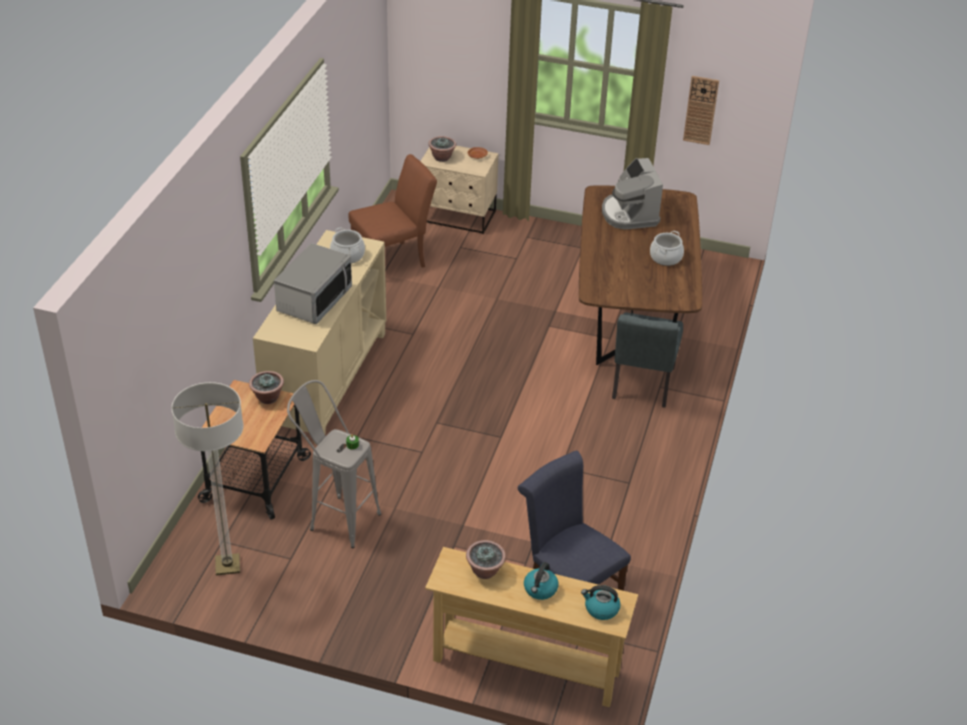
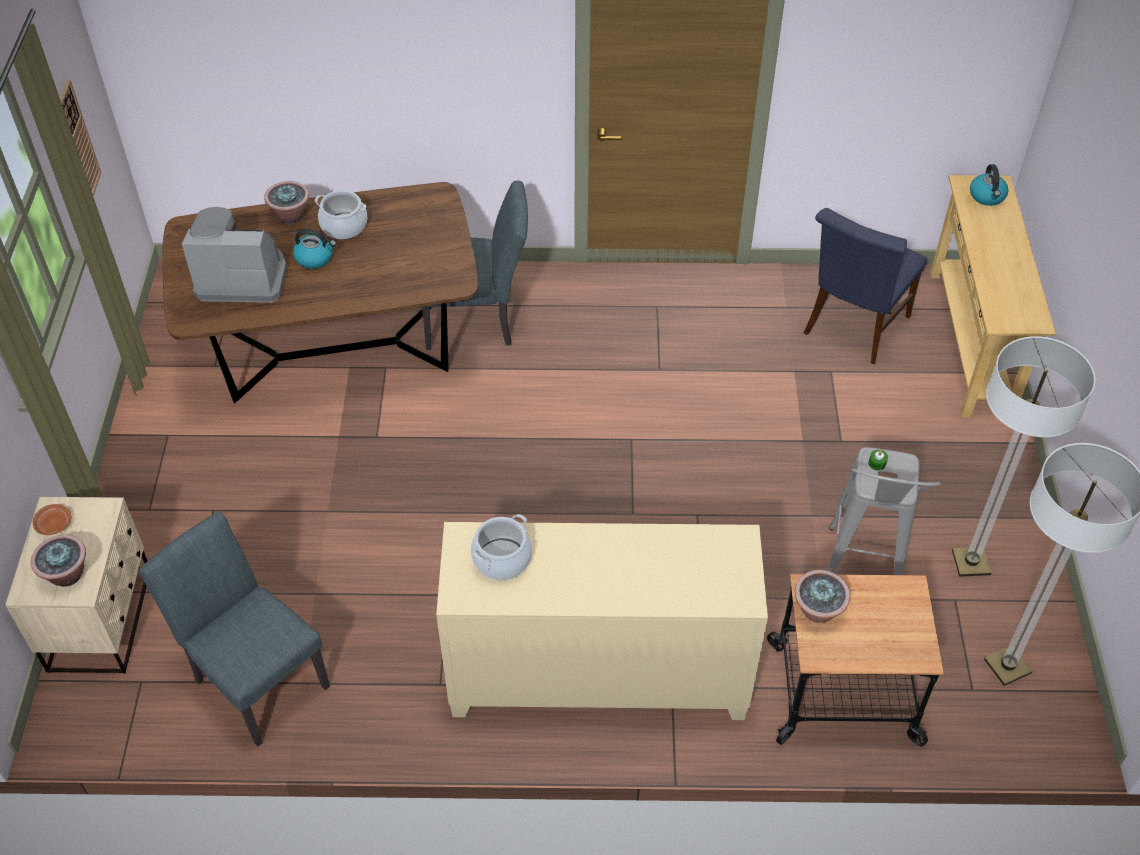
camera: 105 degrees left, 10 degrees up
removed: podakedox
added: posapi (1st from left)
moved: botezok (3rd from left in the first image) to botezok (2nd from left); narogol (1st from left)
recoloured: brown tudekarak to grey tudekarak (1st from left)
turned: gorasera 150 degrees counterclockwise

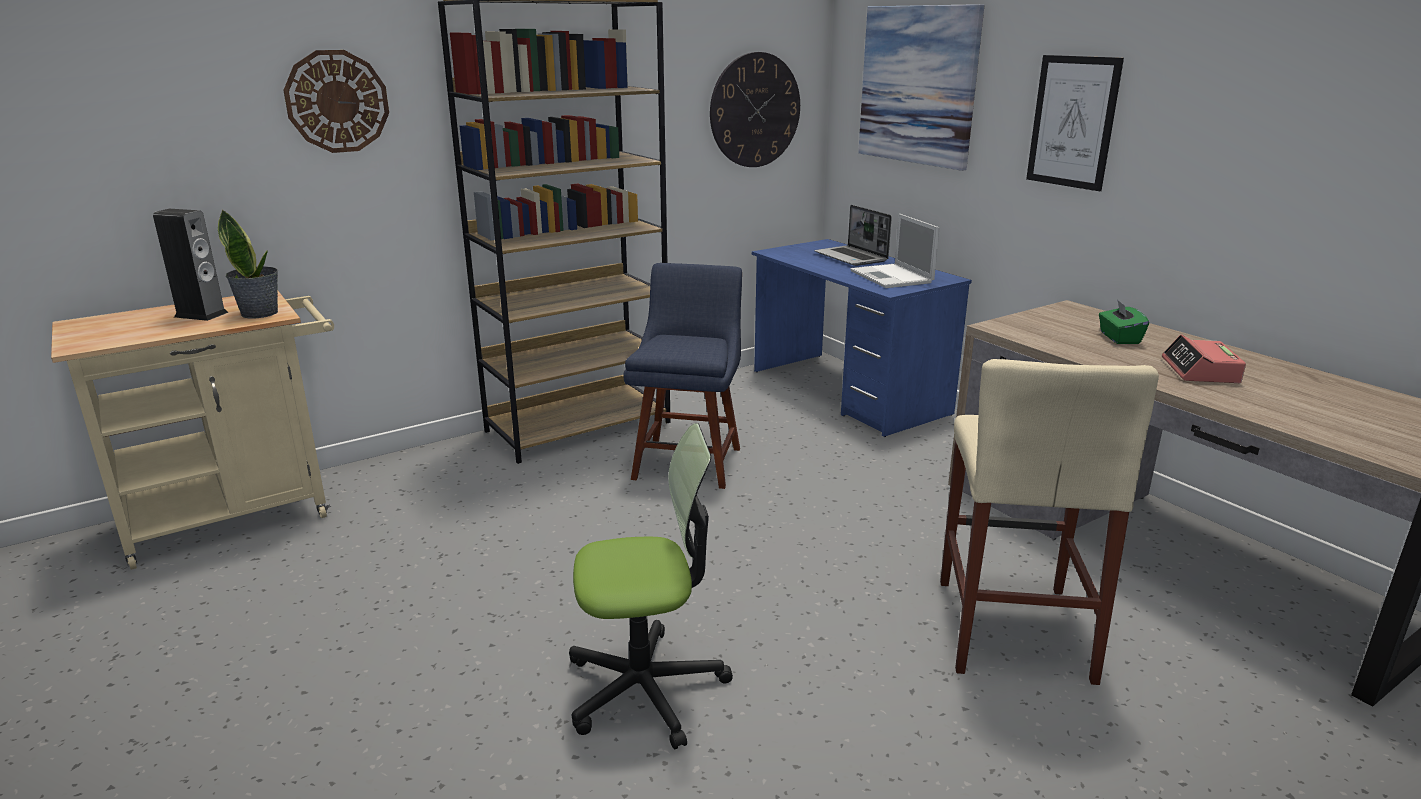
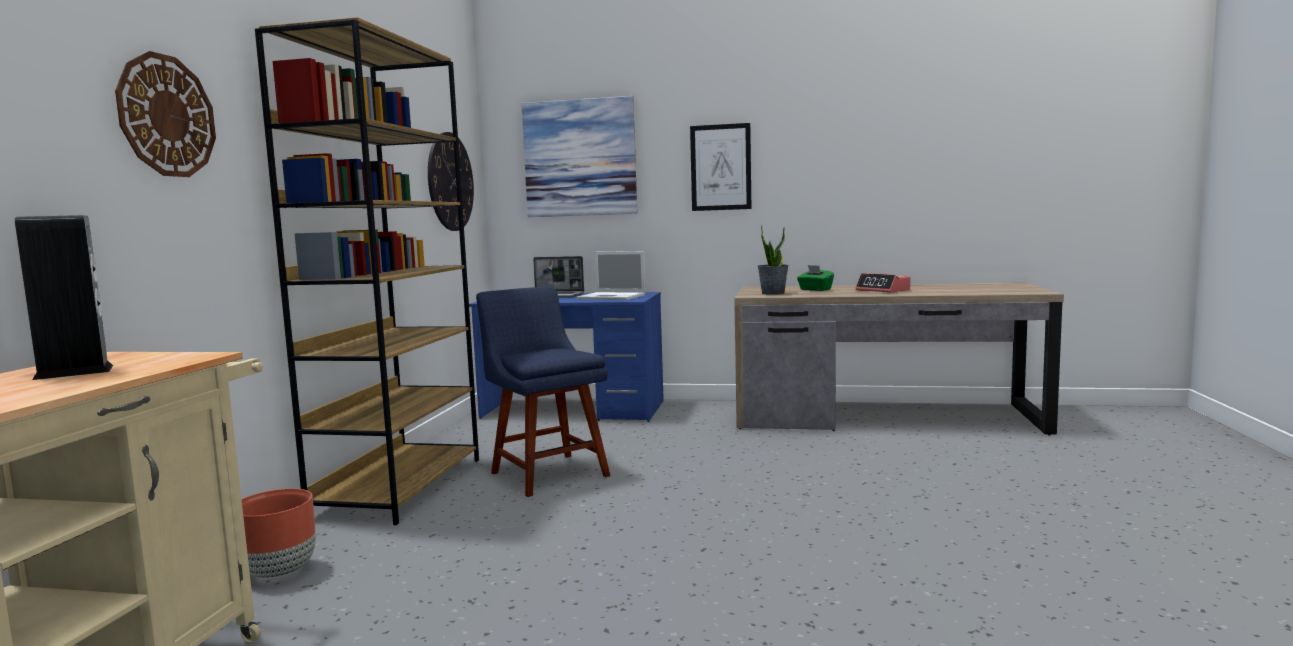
camera: 45 degrees left, 15 degrees down
removed: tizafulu; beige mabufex
added: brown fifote
moved: botezok

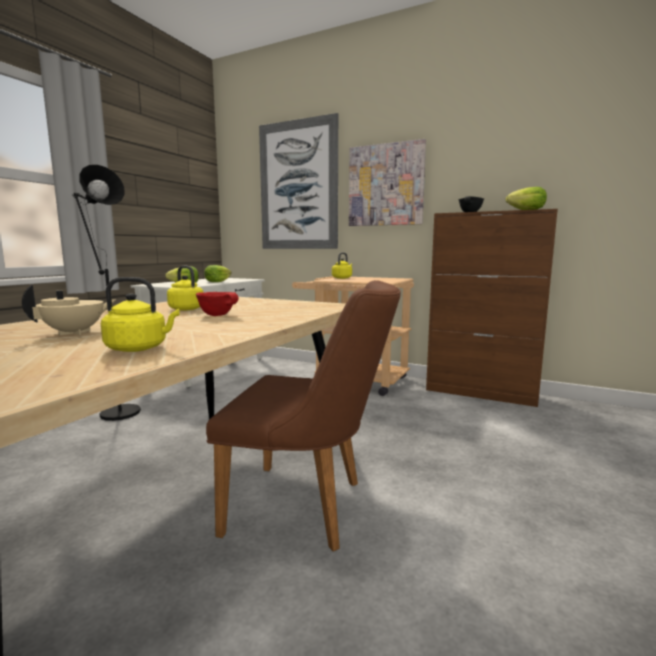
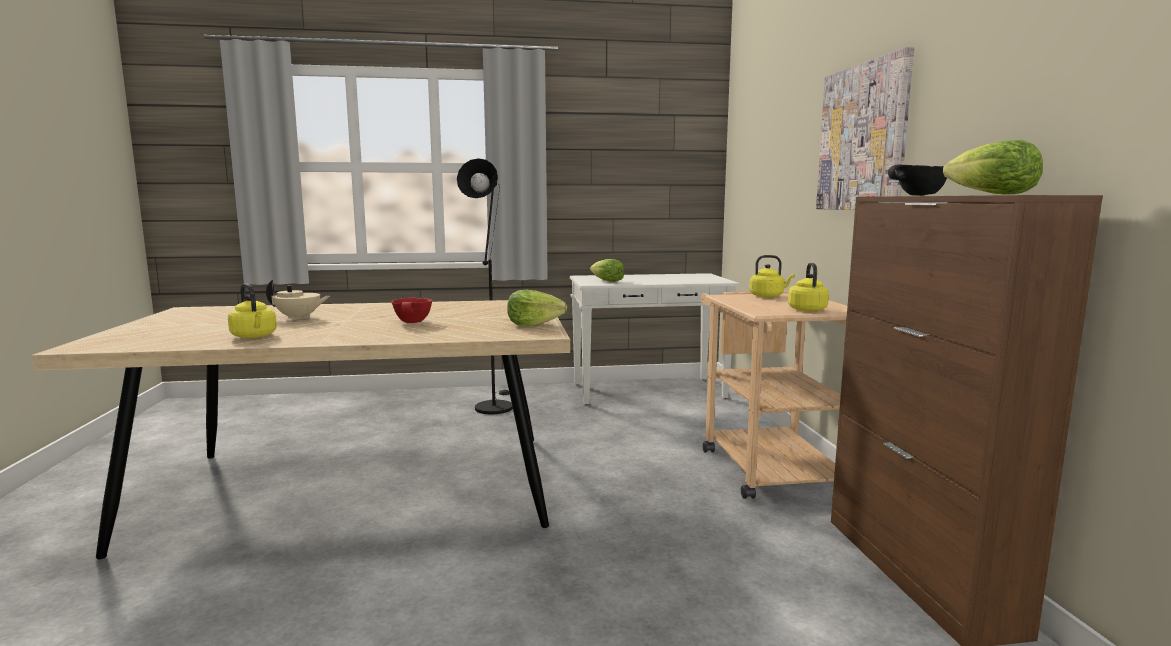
camera: 55 degrees right, 0 degrees up
removed: brown tudekarak; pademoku (1st from left)
moved: yellow narogol (2nd from left in the first image) to yellow narogol (3rd from left); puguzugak (2nd from left in the first image) to puguzugak (1st from left)

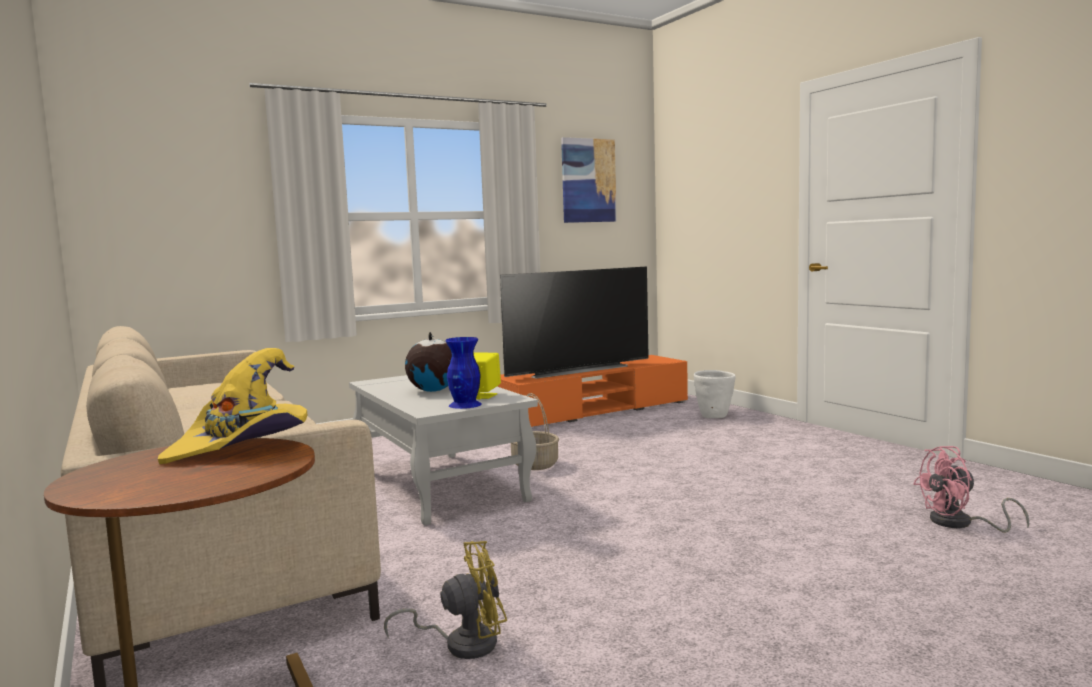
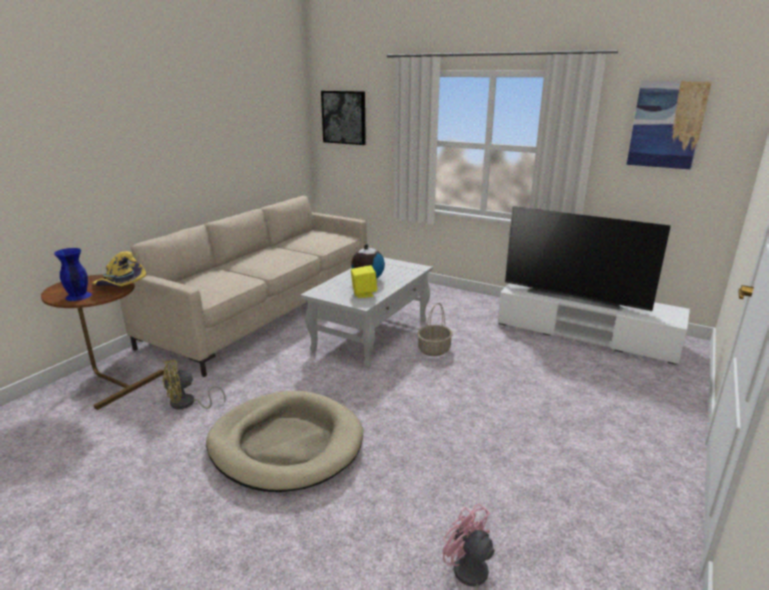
camera: 60 degrees right, 15 degrees up
removed: white fifote
added: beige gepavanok; pademoku (1st from left)
moved: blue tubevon
recoloured: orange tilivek to white tilivek
turned: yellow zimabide 105 degrees clockwise

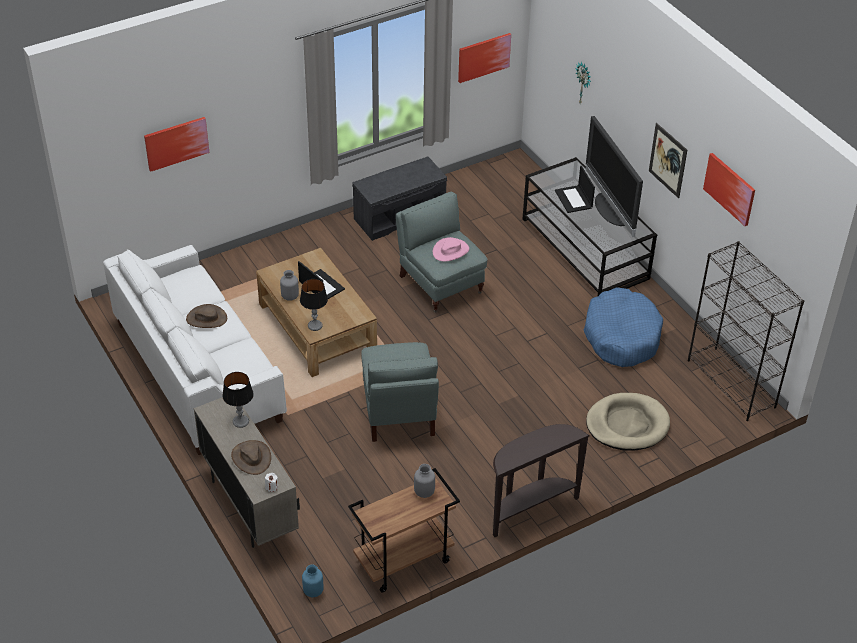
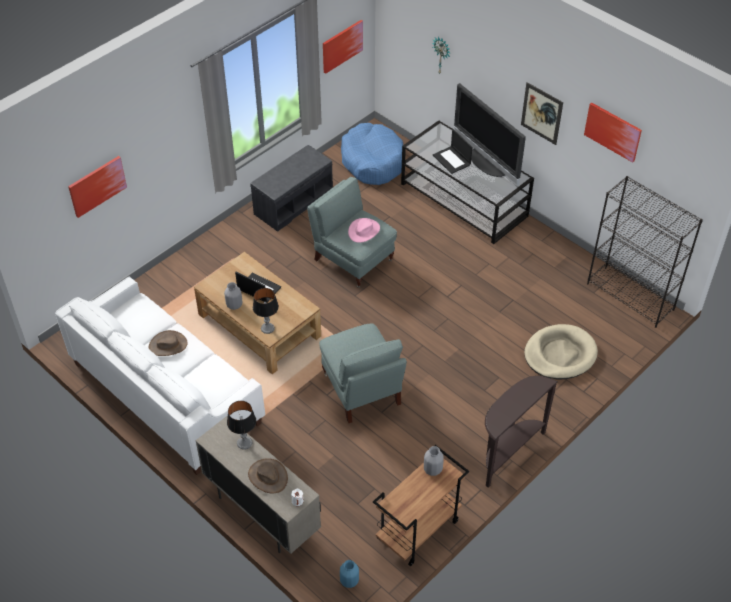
camera: 15 degrees left, 5 degrees up
moved: blue gepavanok

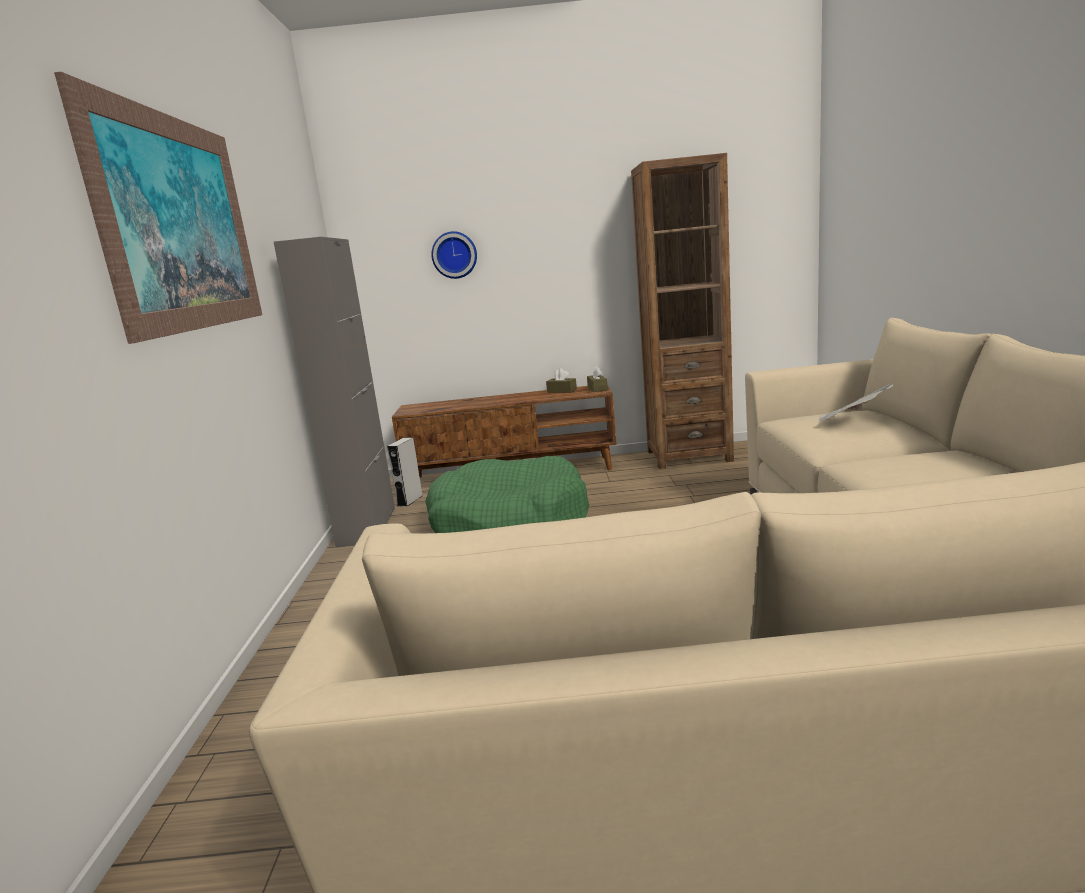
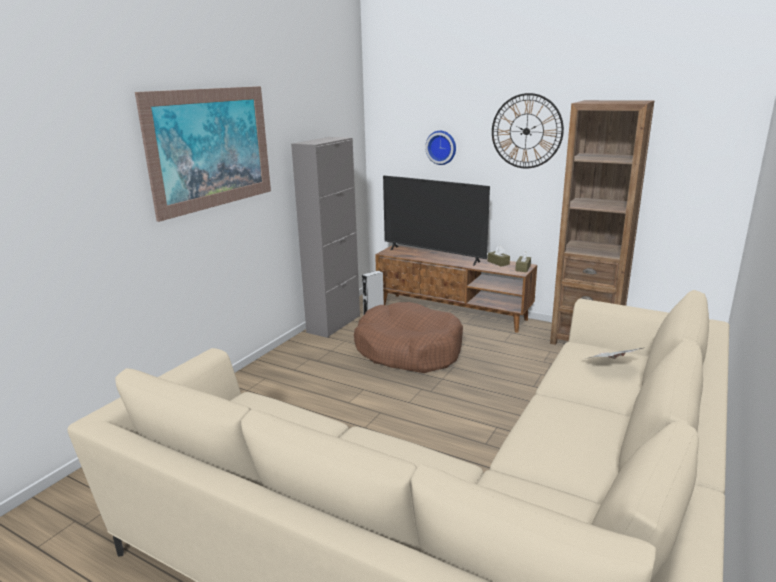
camera: 30 degrees right, 5 degrees up
added: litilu; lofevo (2nd from left)
recoloured: green gepavanok to brown gepavanok

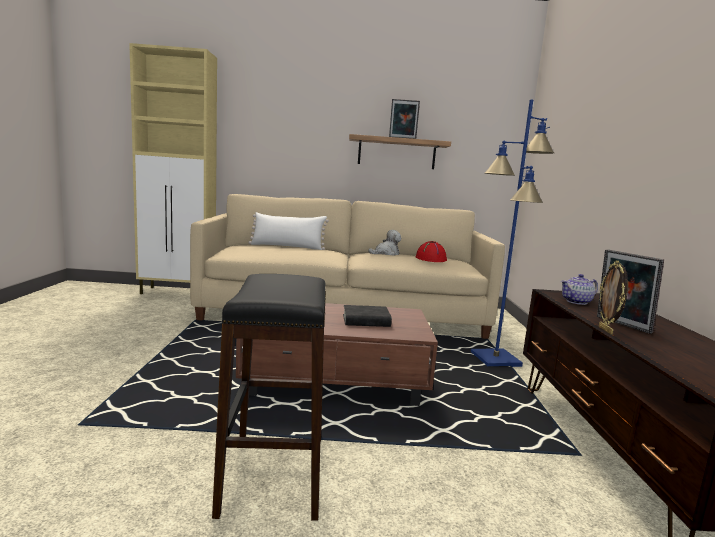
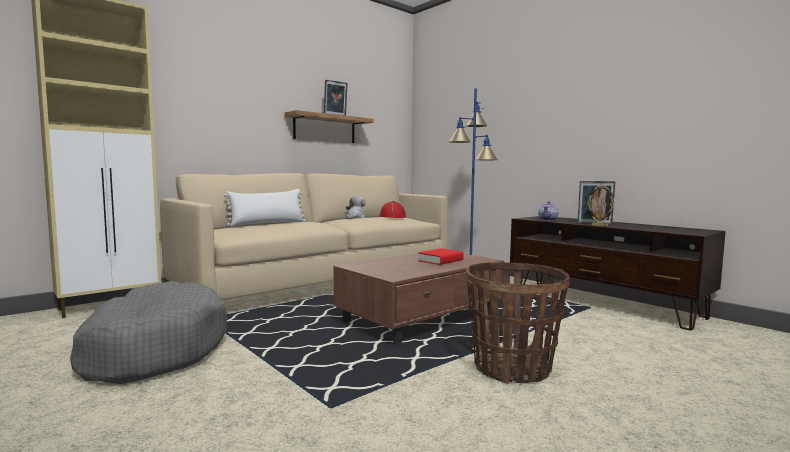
camera: 40 degrees left, 5 degrees down
added: grey gepavanok
replaced: black mabufex to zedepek
recoloured: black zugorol to red zugorol

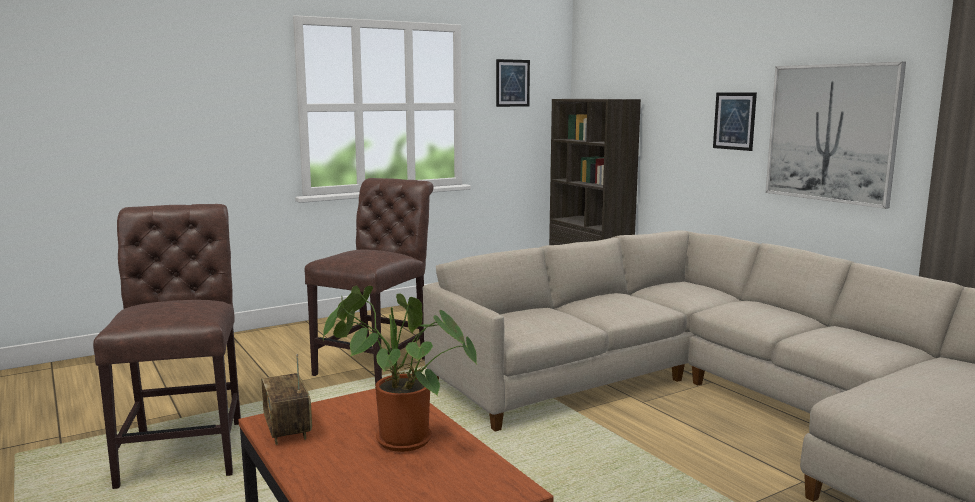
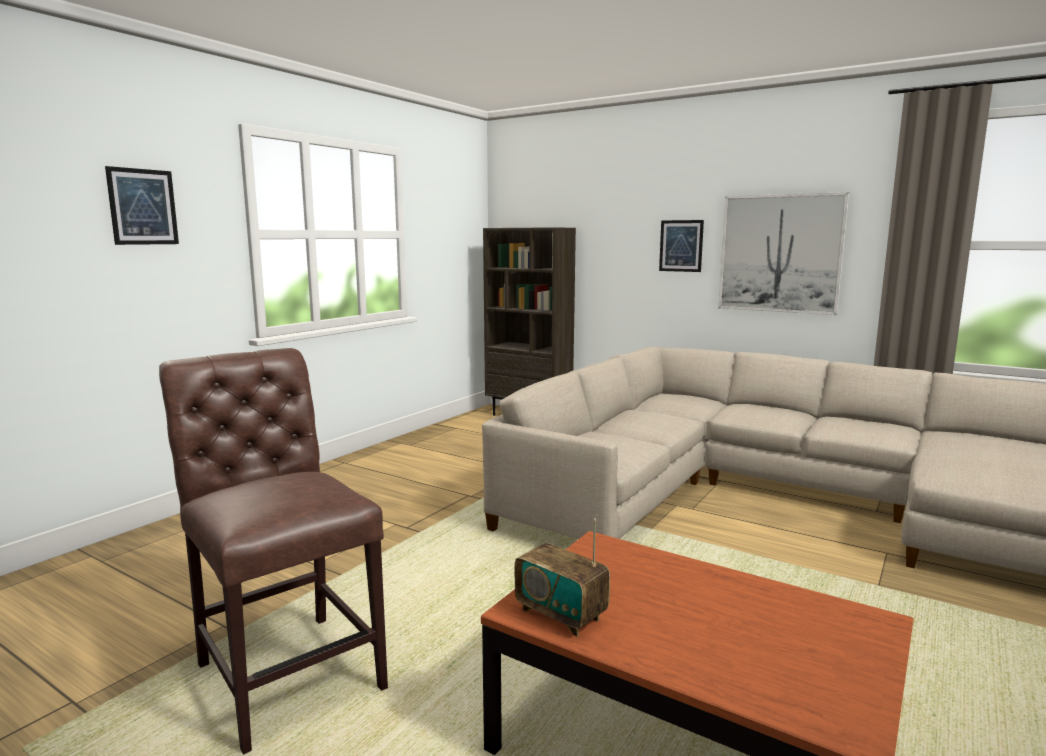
camera: 25 degrees left, 0 degrees up
removed: brown tudekarak (2nd from left); botezok
moved: pademoku (1st from left)

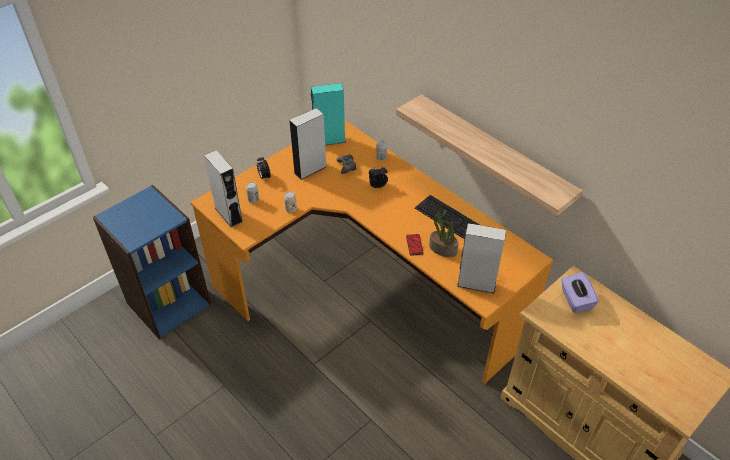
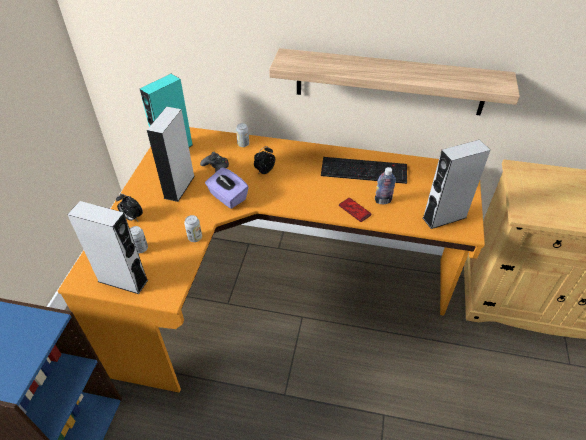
camera: 35 degrees left, 0 degrees up
moved: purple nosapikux
replaced: botezok to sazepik

